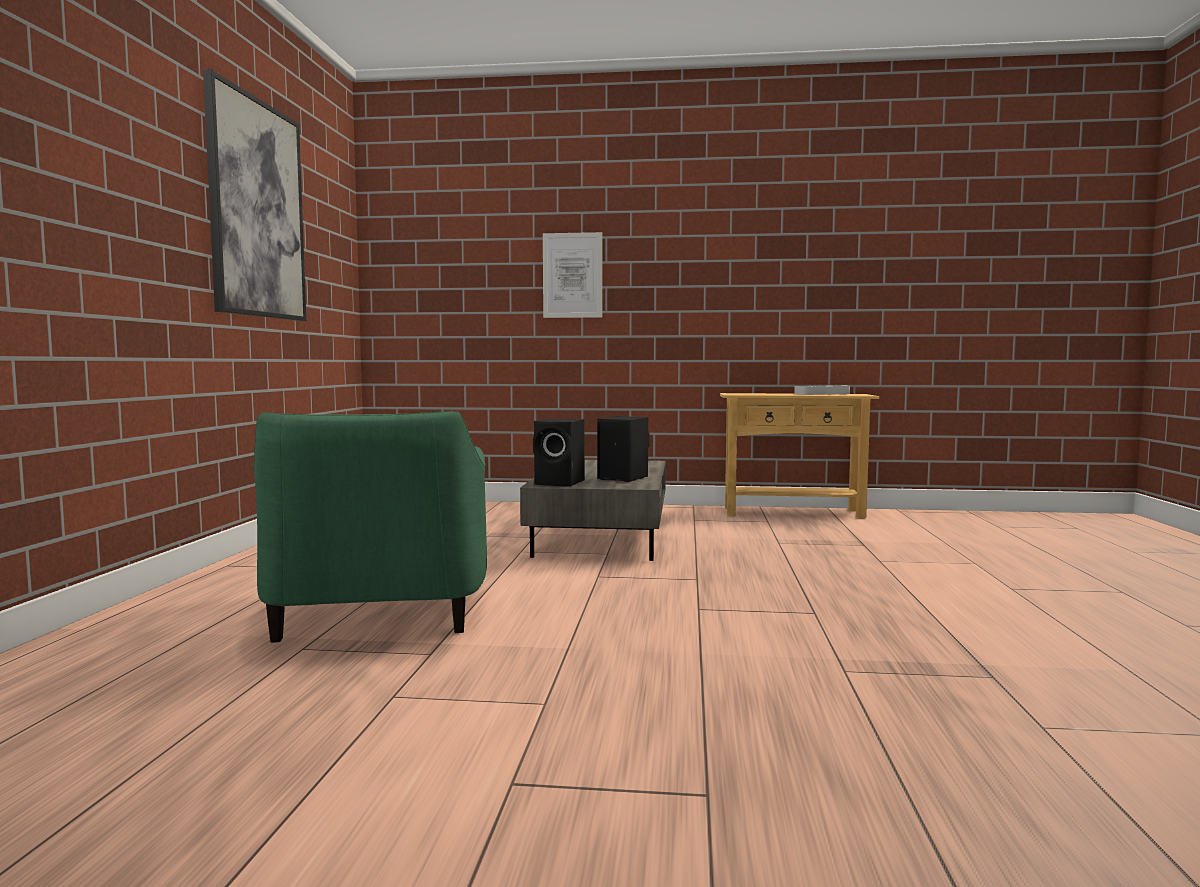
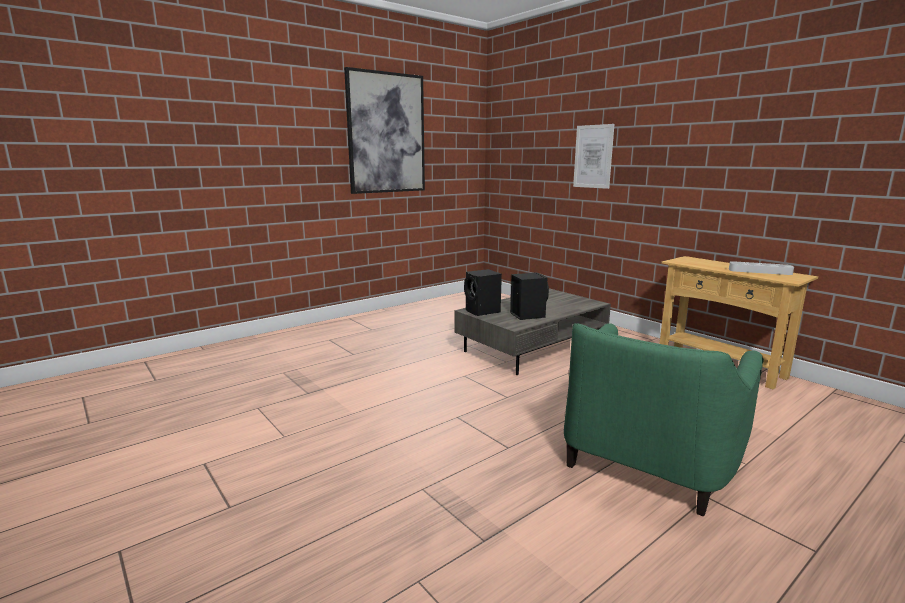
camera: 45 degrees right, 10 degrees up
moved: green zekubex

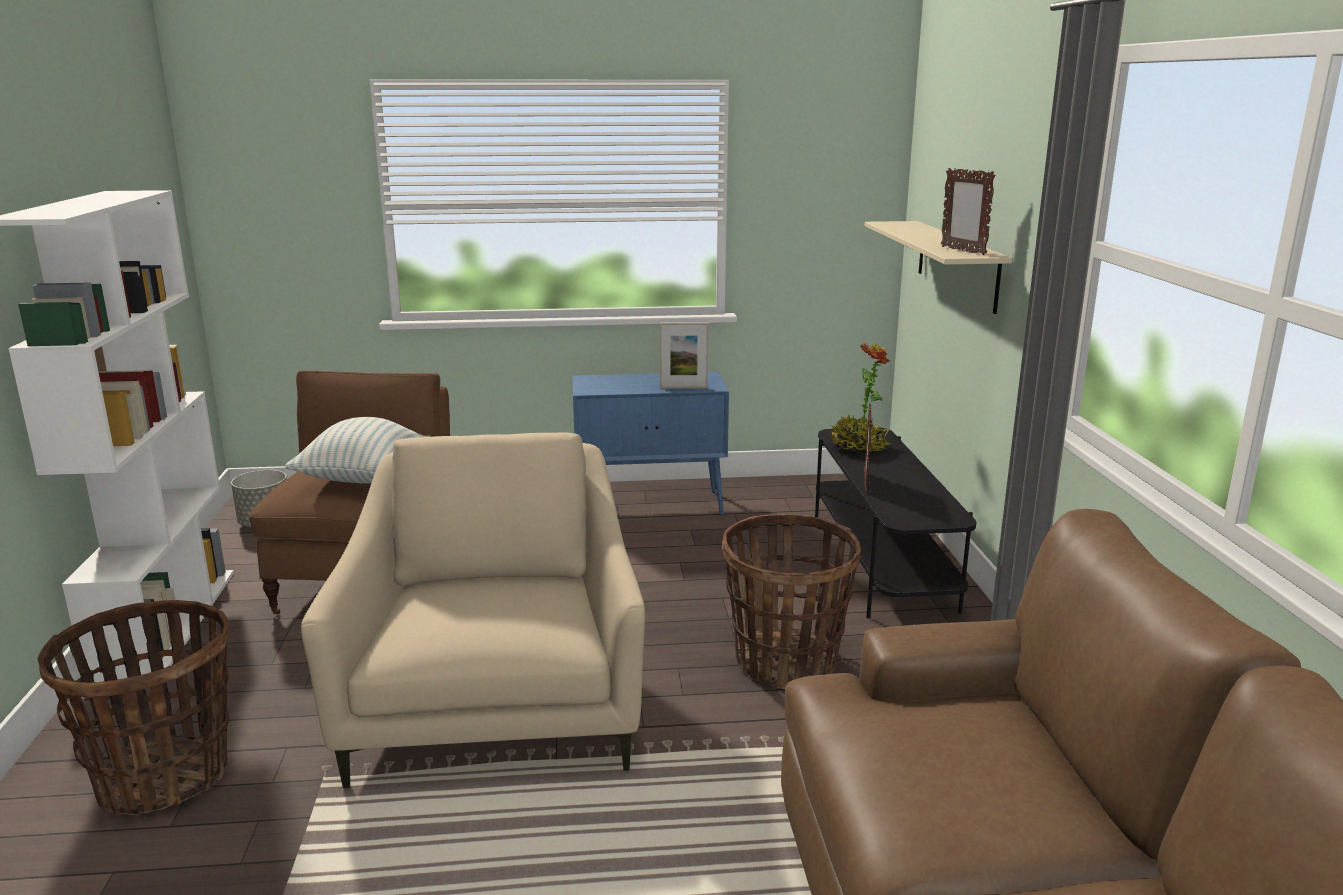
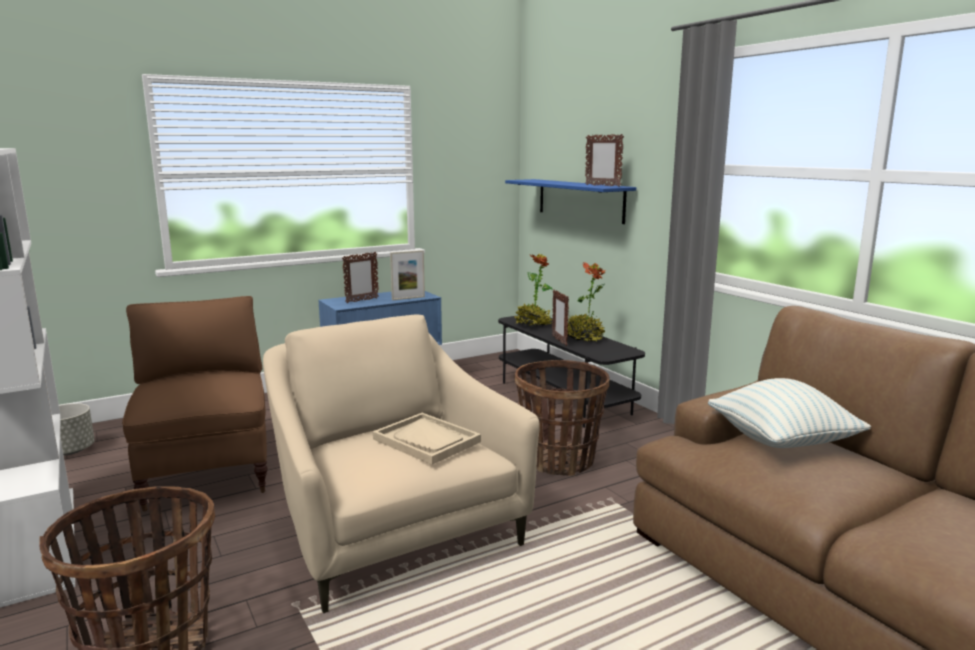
camera: 25 degrees left, 5 degrees down
added: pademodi (1st from left); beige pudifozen; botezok (2nd from left)
moved: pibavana
recoloured: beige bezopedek to blue bezopedek

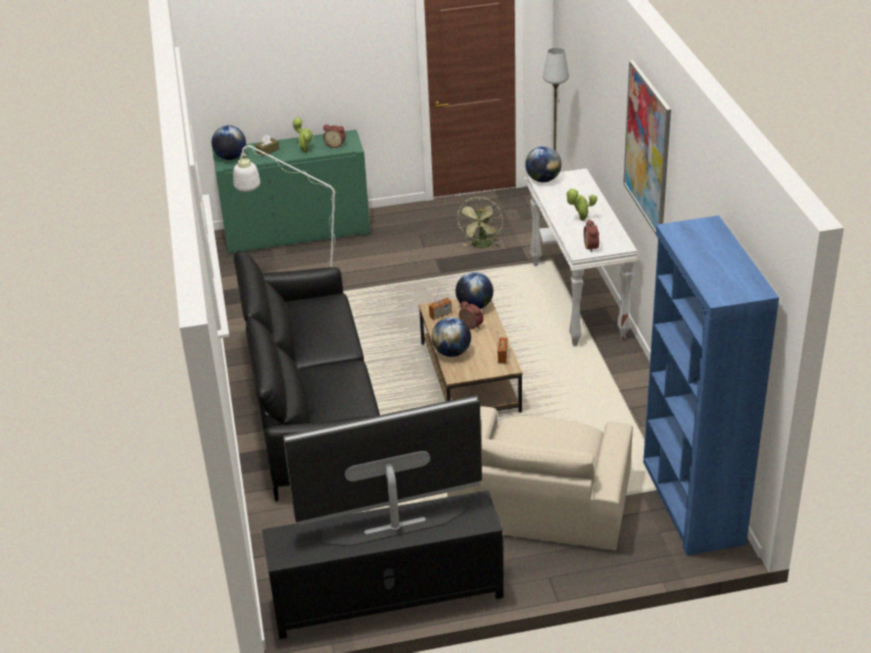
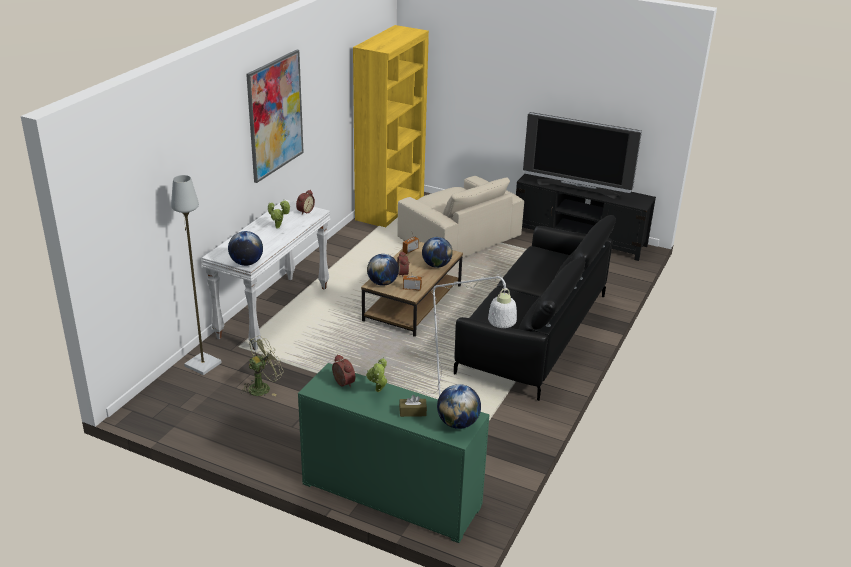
camera: 145 degrees left, 5 degrees down
recoloured: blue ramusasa to yellow ramusasa
turned: beige zekubex 90 degrees clockwise

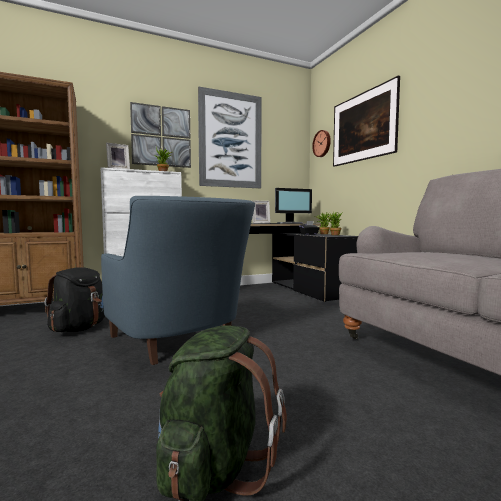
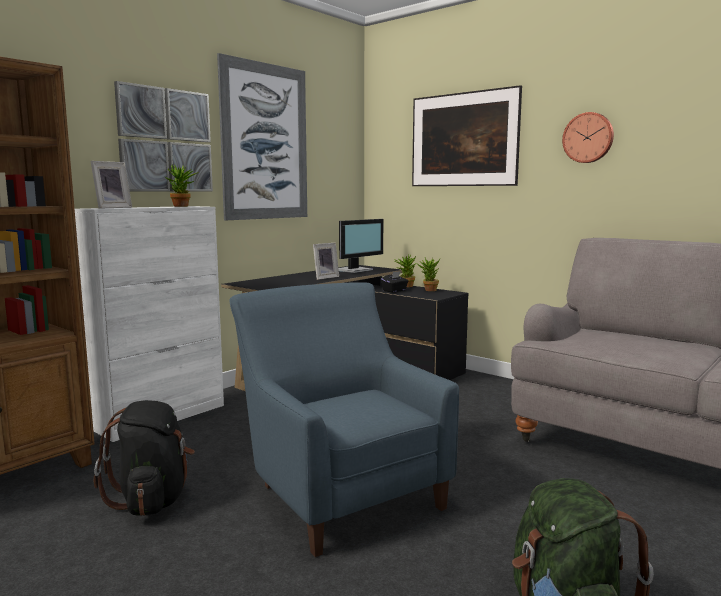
camera: 25 degrees left, 5 degrees up
moved: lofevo
turned: blue zekubex 150 degrees counterclockwise

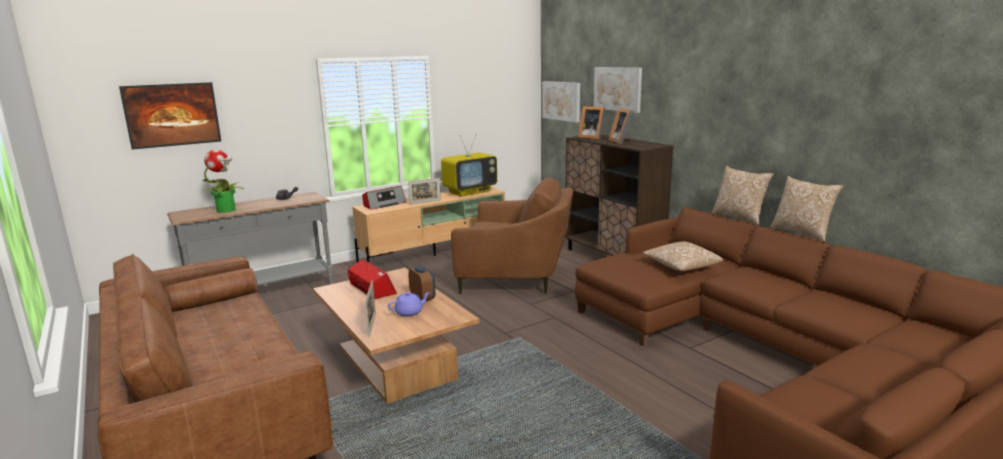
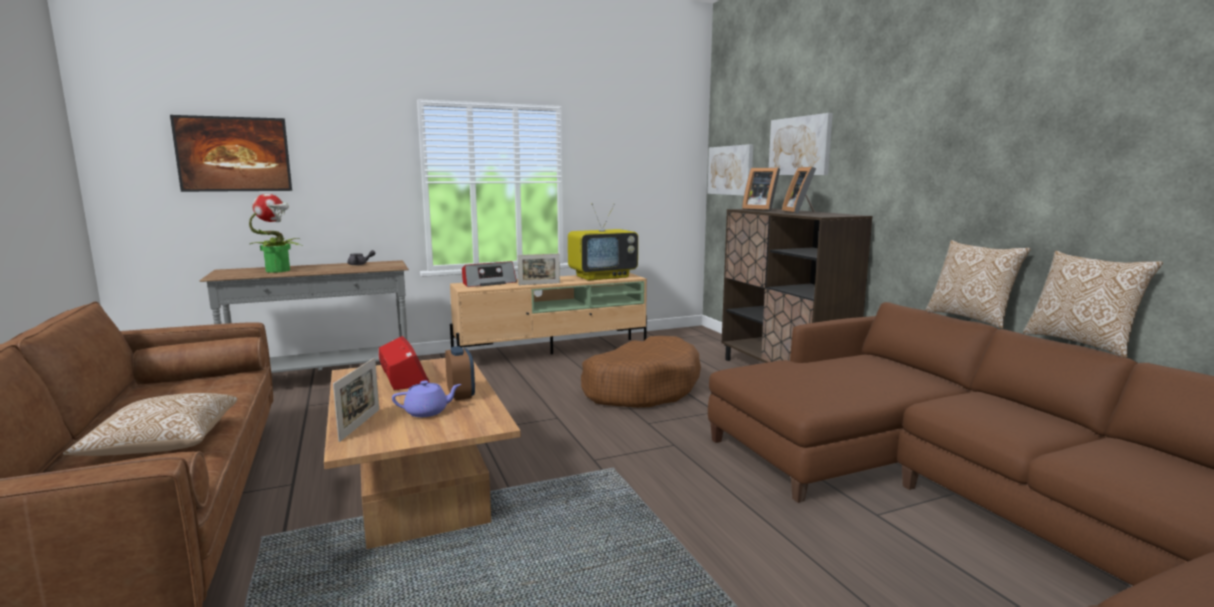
camera: 10 degrees right, 5 degrees down
moved: pibavana (1st from left)
replaced: brown zekubex to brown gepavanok

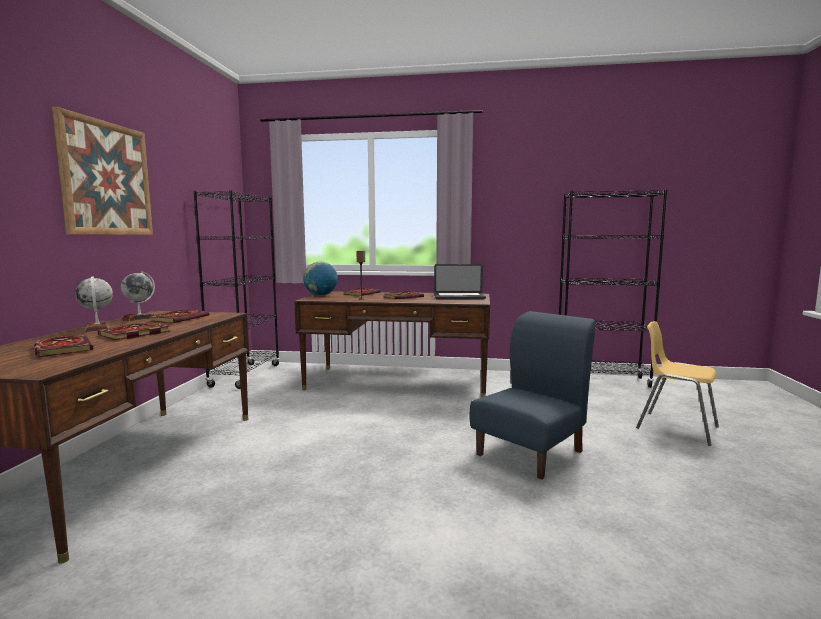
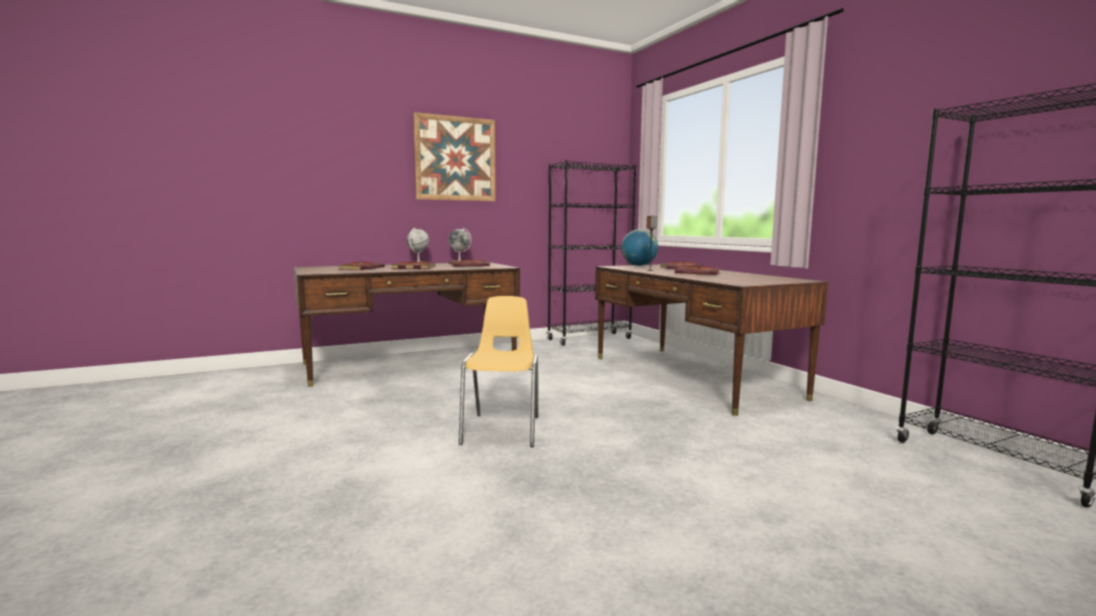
camera: 55 degrees right, 0 degrees up
removed: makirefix; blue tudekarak
moved: yellow tudekarak

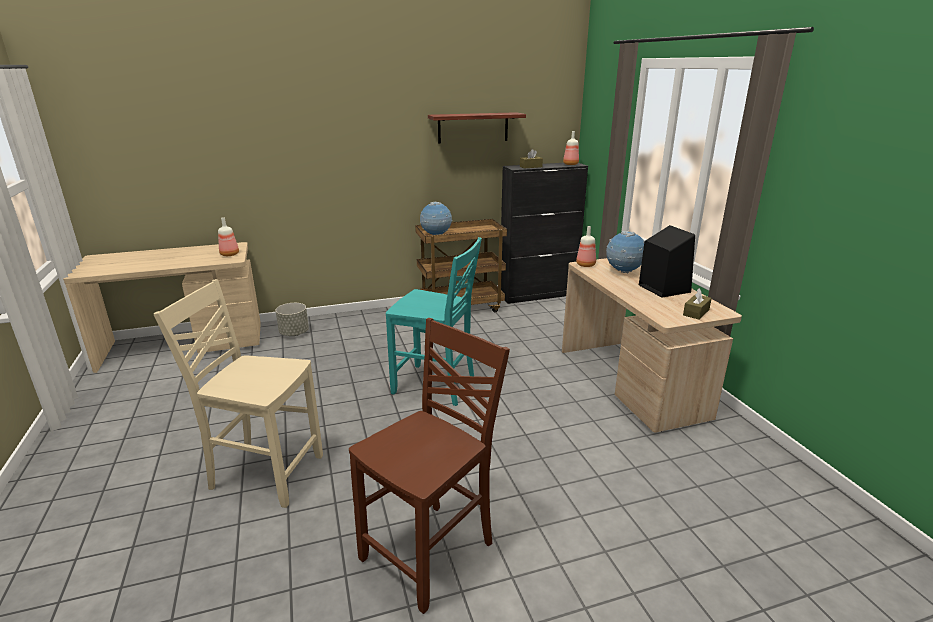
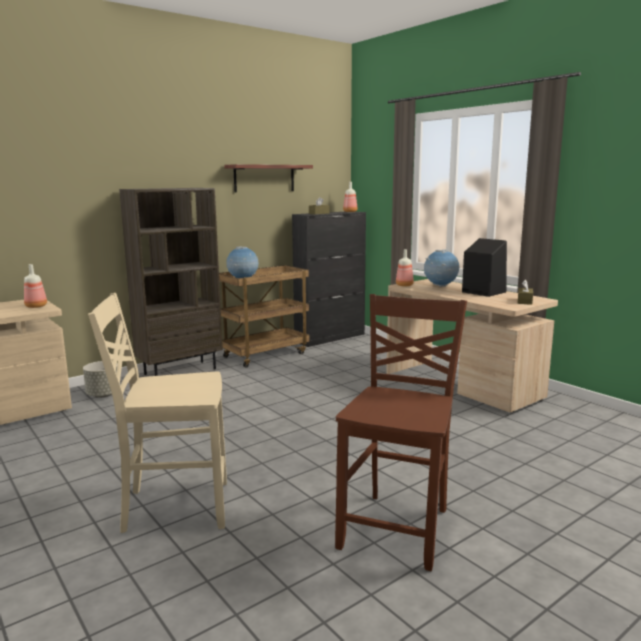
camera: 20 degrees left, 10 degrees down
removed: turquoise tudekarak
added: brown ramusasa

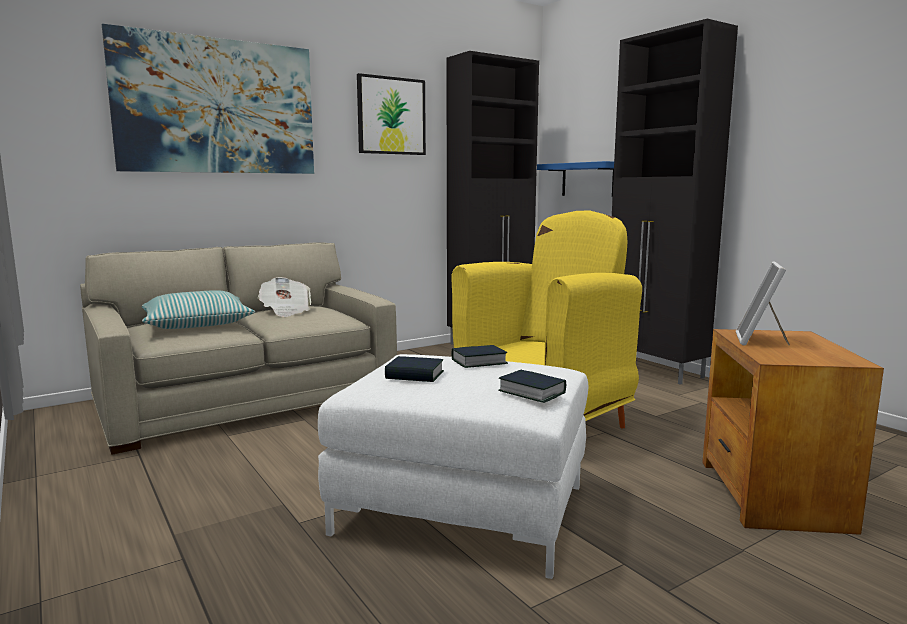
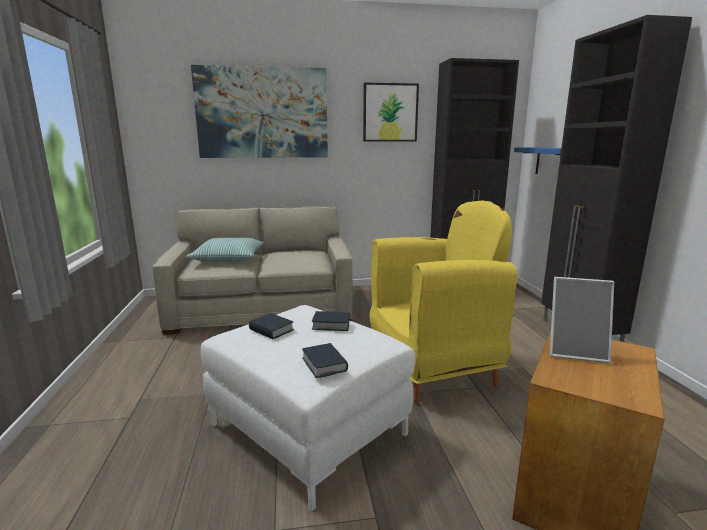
camera: 25 degrees right, 5 degrees up
removed: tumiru
turned: pademodi 120 degrees counterclockwise

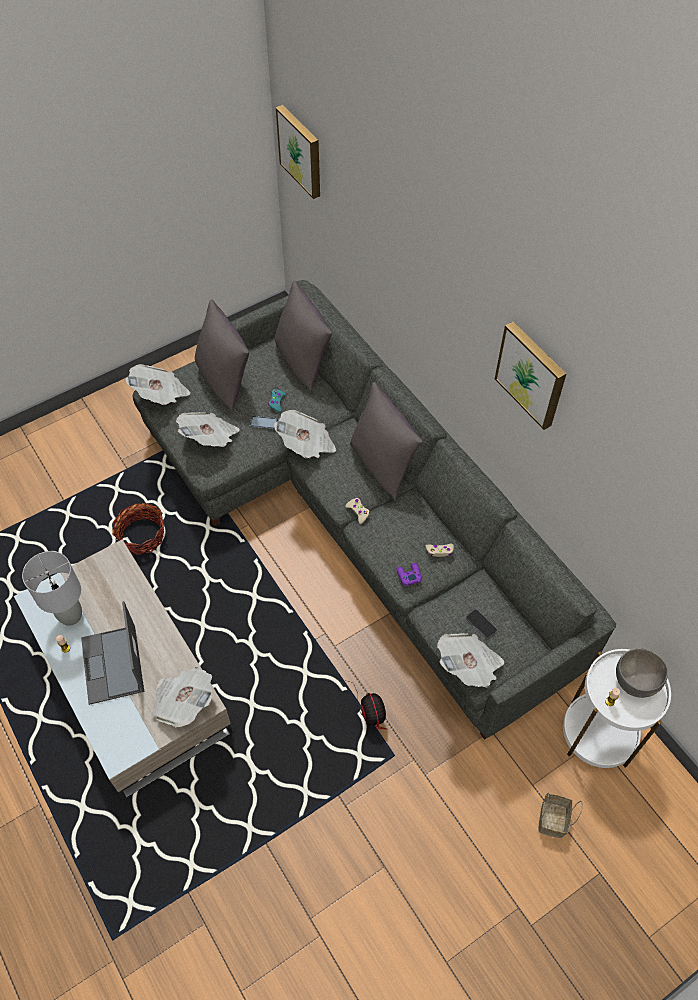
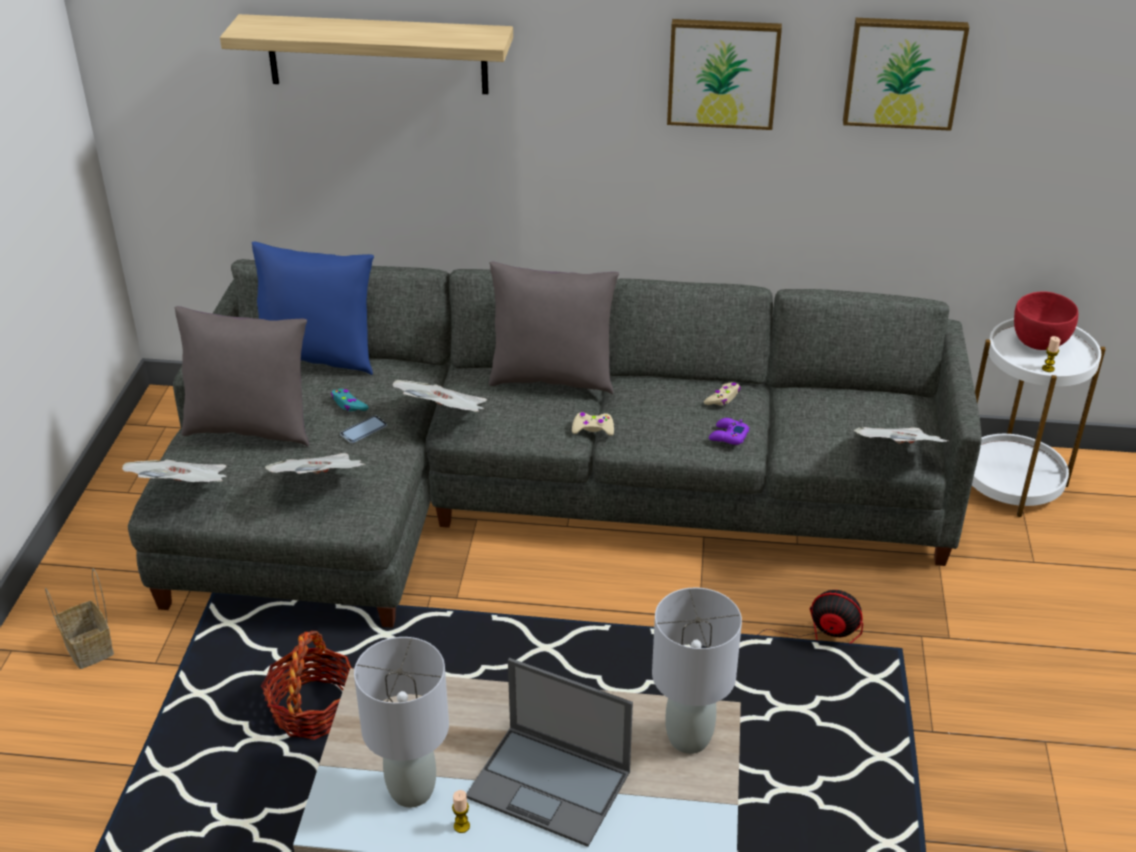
camera: 50 degrees left, 20 degrees down
removed: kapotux (2nd from left)
added: bezopedek
moved: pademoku (1st from left in the first image) to pademoku (2nd from left); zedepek (2nd from left in the first image) to zedepek (1st from left)
replaced: tumiru (2nd from left) to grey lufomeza (2nd from left)
recoloured: grey pibavana (2nd from left) to blue pibavana; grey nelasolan to red nelasolan

